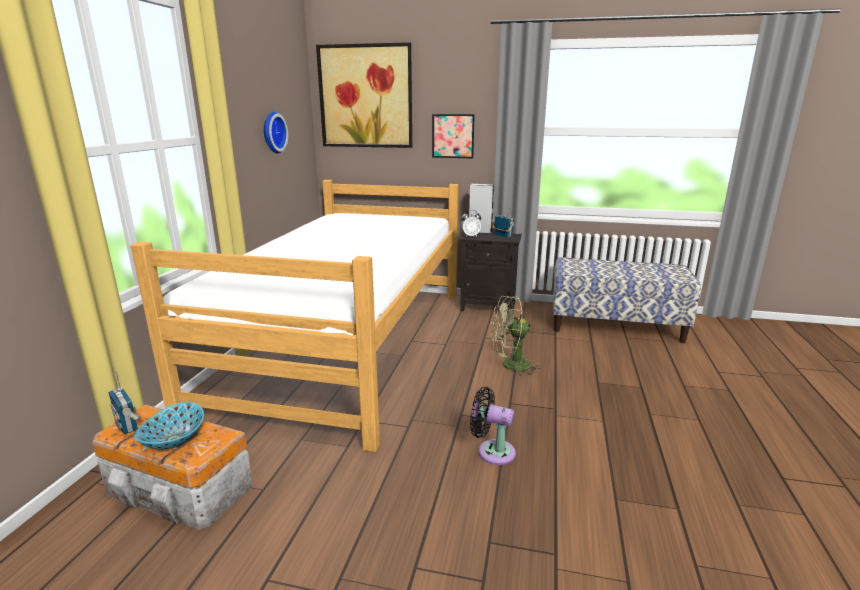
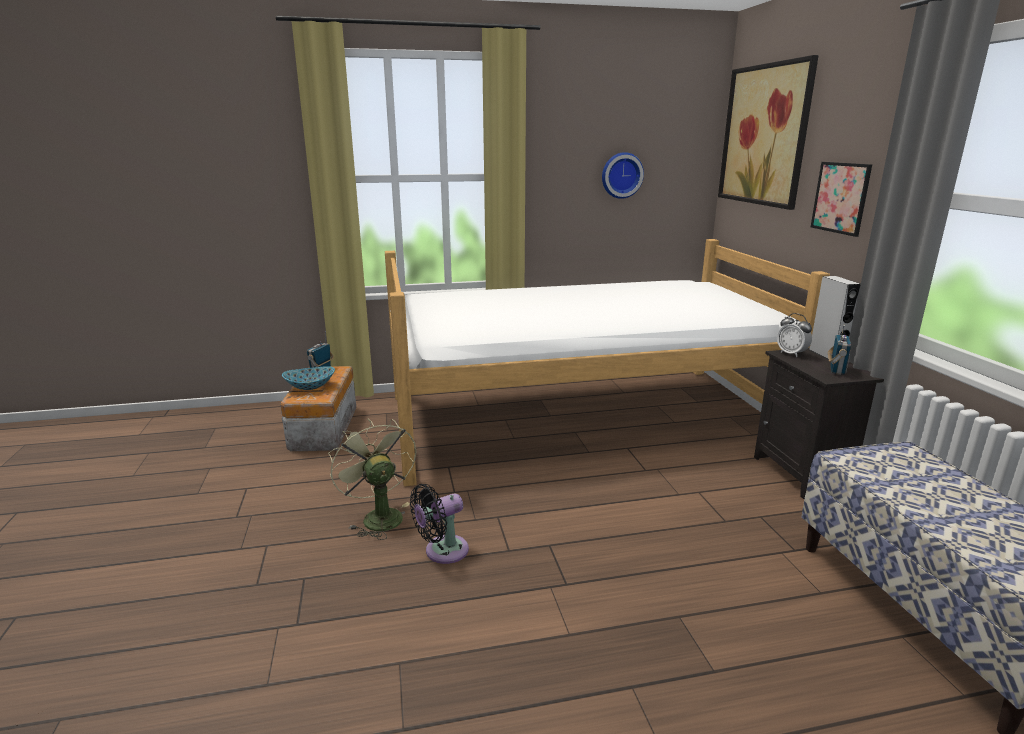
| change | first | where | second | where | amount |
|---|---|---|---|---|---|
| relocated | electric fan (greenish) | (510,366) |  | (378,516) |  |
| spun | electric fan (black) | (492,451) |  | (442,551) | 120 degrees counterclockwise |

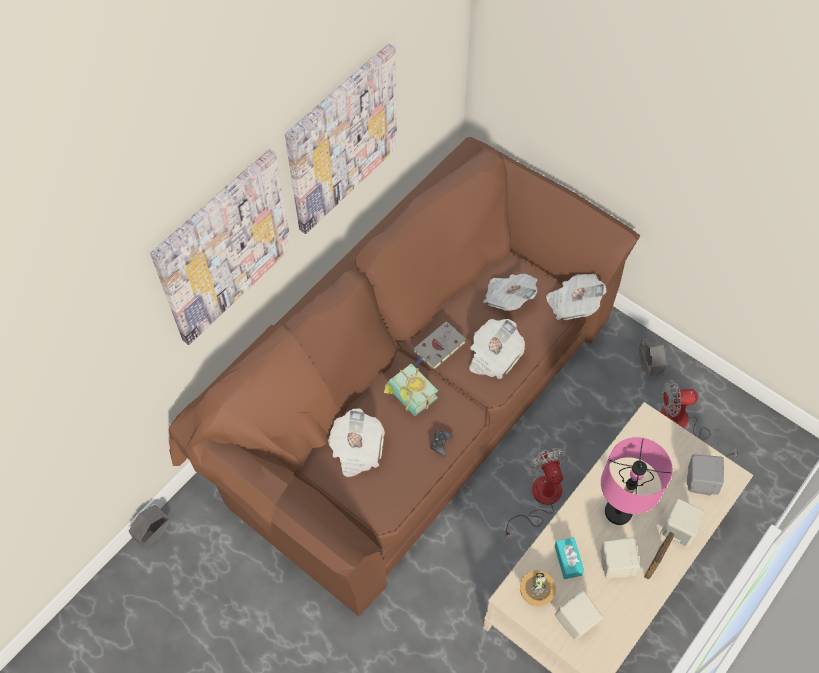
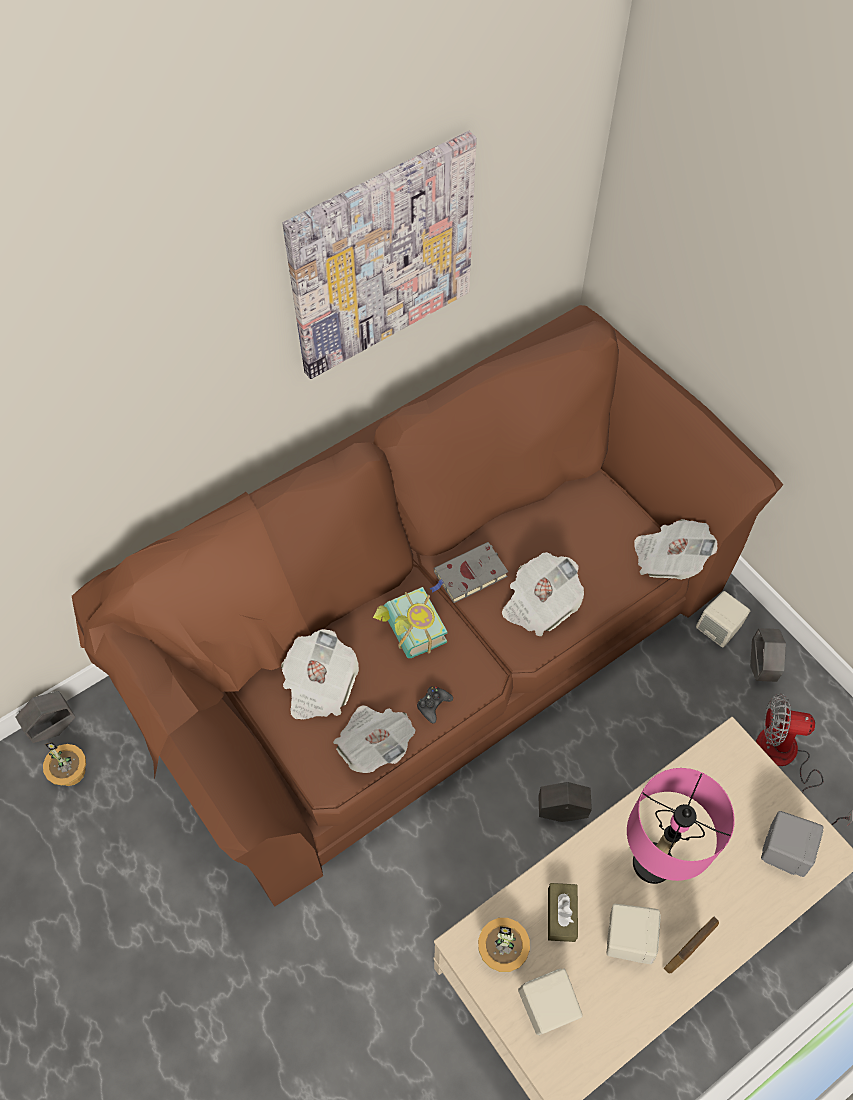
| change | first | where | second | where | amount |
|---|---|---|---|---|---|
| missing | picture | (224,247) |  |  |  |
| appeared |  |  | plant in a pot | (70,772) |  |
| relocated | newspaper | (508,298) |  | (374,743) |  |
| relocated | speaker (beige) | (677,530) |  | (717,630) |  |
| exchanged | electric fan | (539,499) | planter (greyish) | (561,811) |  |
| colour | tissue holder (turquoise) | (568,560) | tissue holder (brownish) | (561,914) |  |

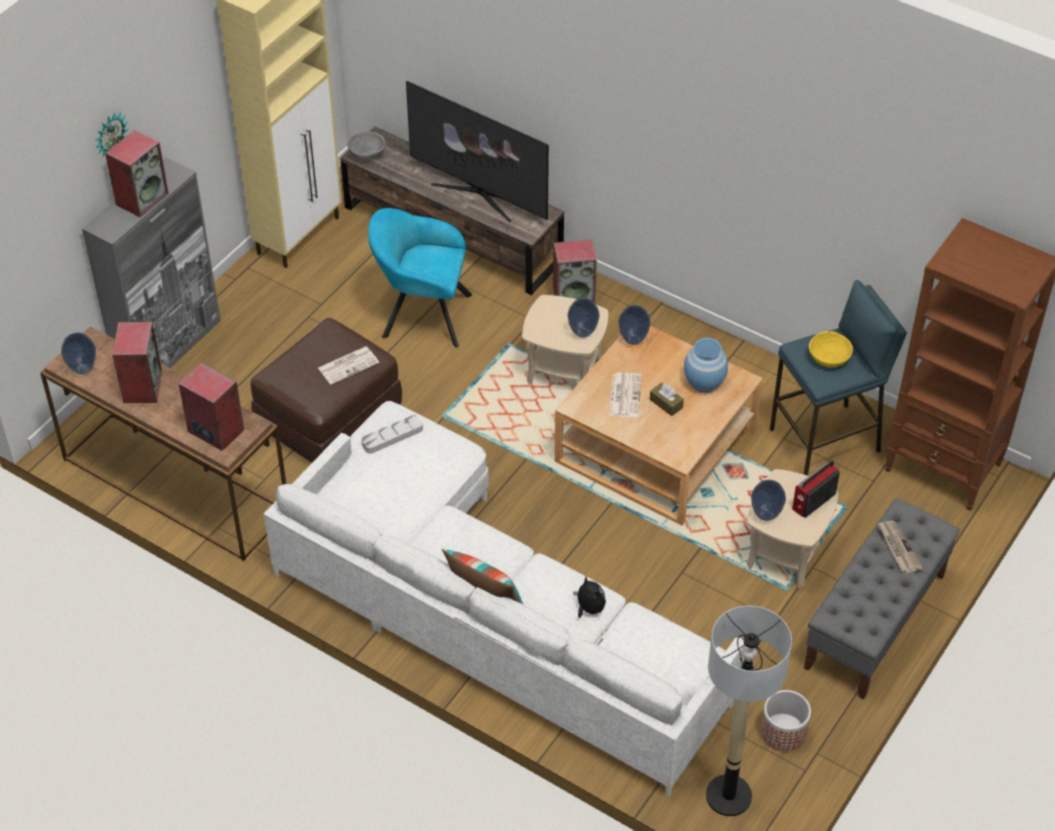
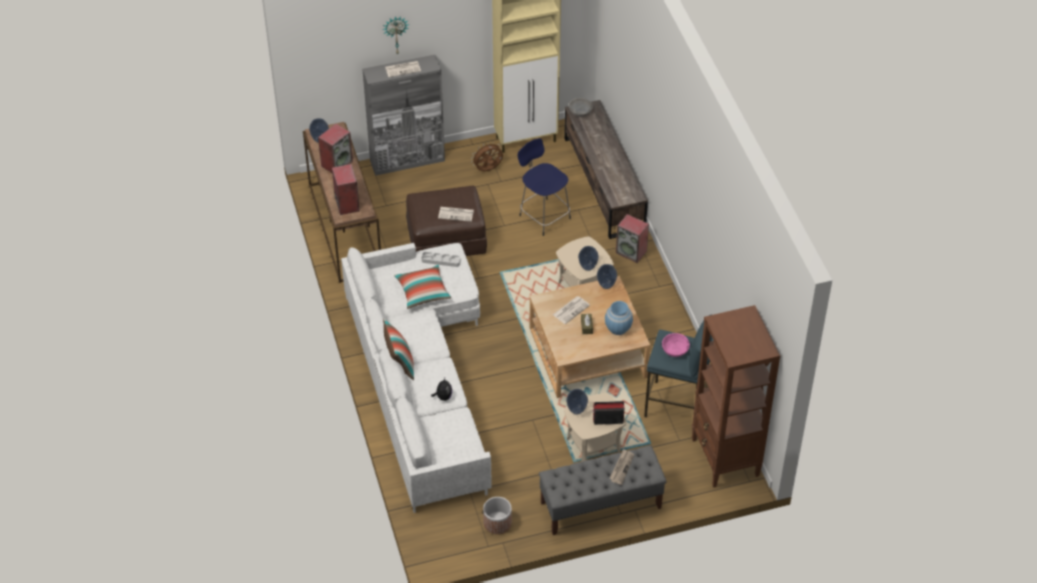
| change | first | where | second | where | amount |
|---|---|---|---|---|---|
| missing | television | (479,194) |  |  |  |
| missing | standard lamp | (728,796) |  |  |  |
| appeared |  |  | cushion | (423,292) |  |
| appeared |  |  | electric fan (brownish) | (488,170) |  |
| exchanged | speaker | (142,198) | newspaper | (403,69) |  |
| exchanged | lounge chair (turquoise) | (421,314) | stool seat (blue-coloured) | (543,216) |  |
| colour | bowl (yellow-coloured) | (829,357) | bowl (pinkish) | (675,350) |  |

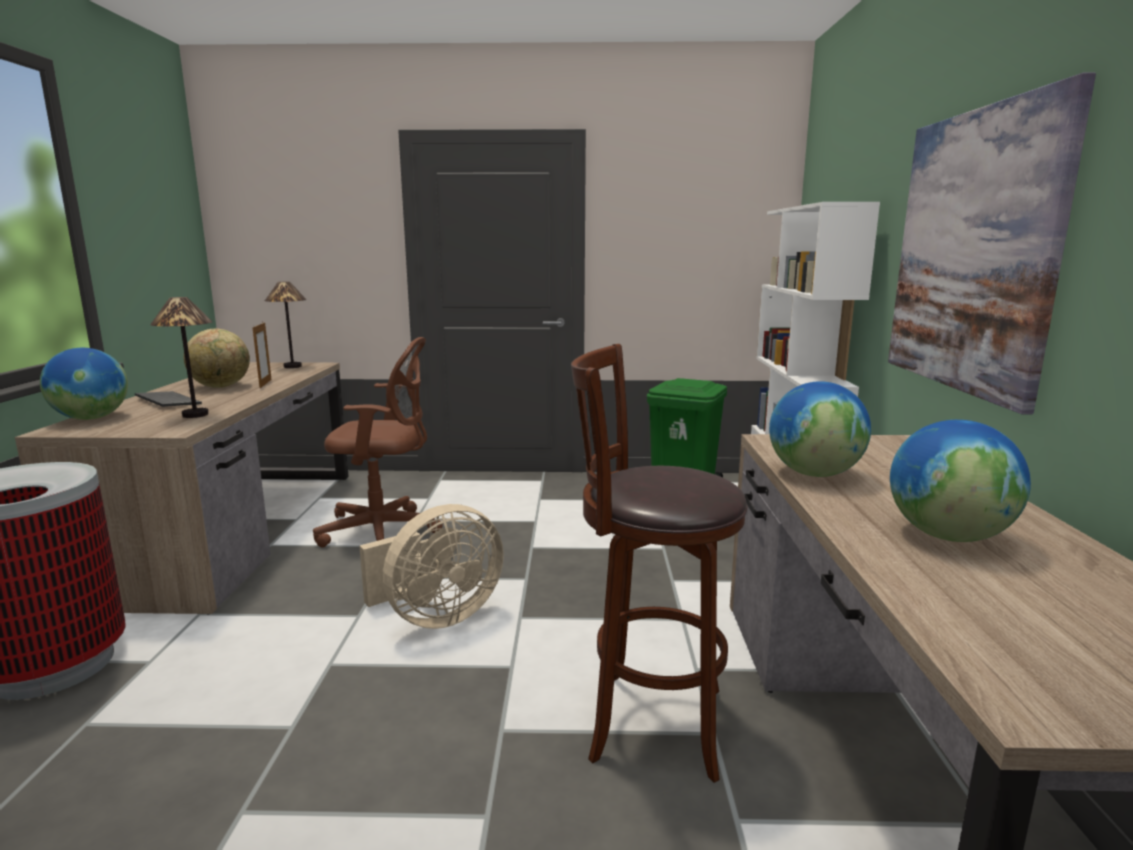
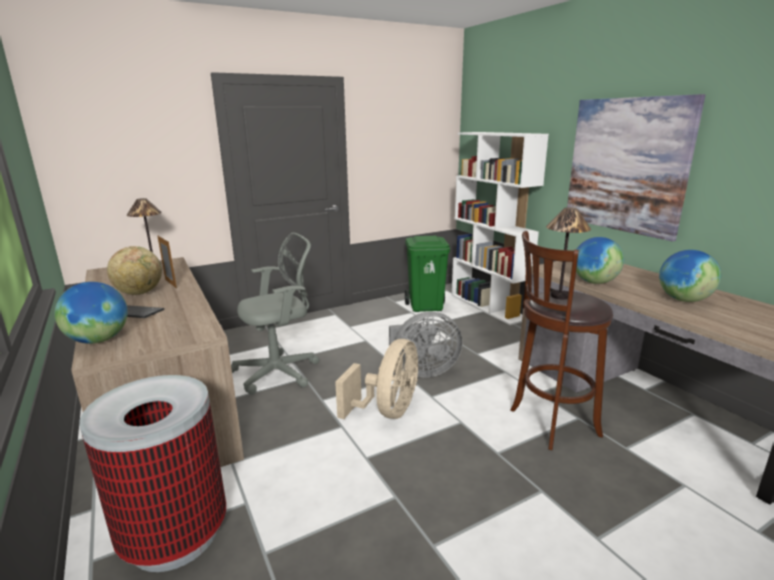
| change | first | where | second | where | amount |
|---|---|---|---|---|---|
| appeared |  |  | electric fan (greyish) | (422,371) |  |
| relocated | tabletop lamp | (195,415) |  | (560,296) |  |
| colour | computer chair (brownish) | (384,531) | computer chair (greyish) | (280,372) |  |

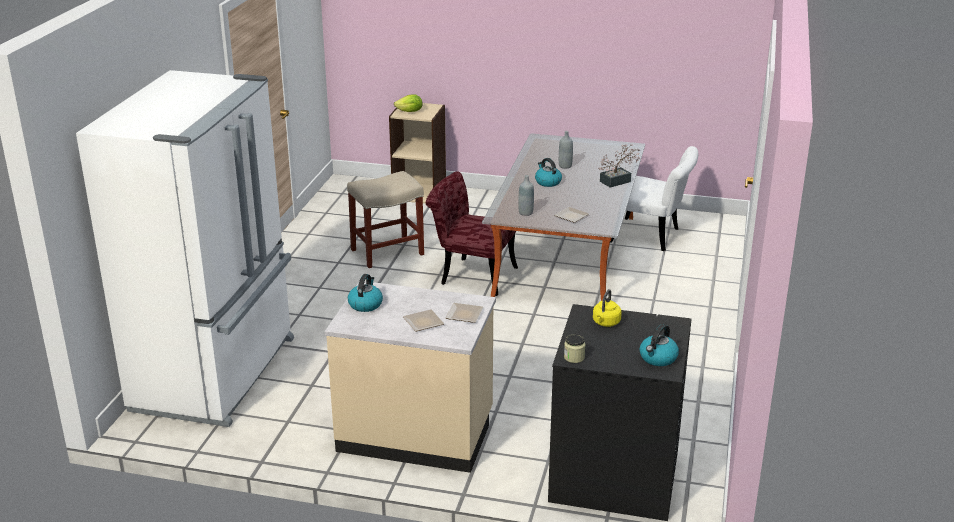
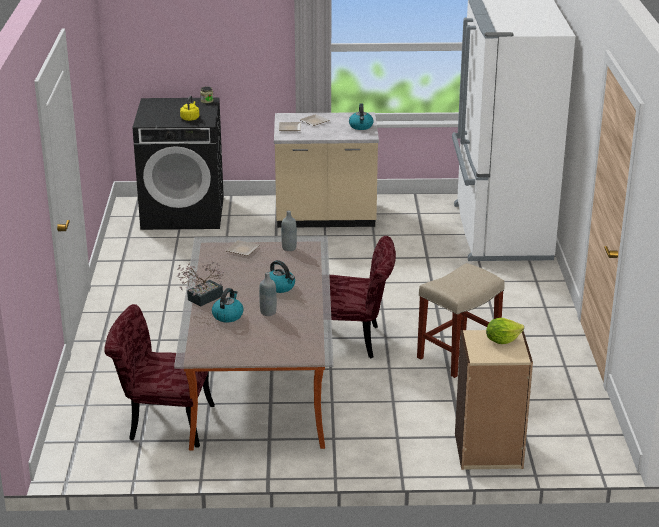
| change | first | where | second | where | amount |
|---|---|---|---|---|---|
| relocated | water kettle | (658,358) |  | (228,315) |  |
| colour | chair (white-coloured) | (652,236) | chair (red-coloured) | (162,422) |  |

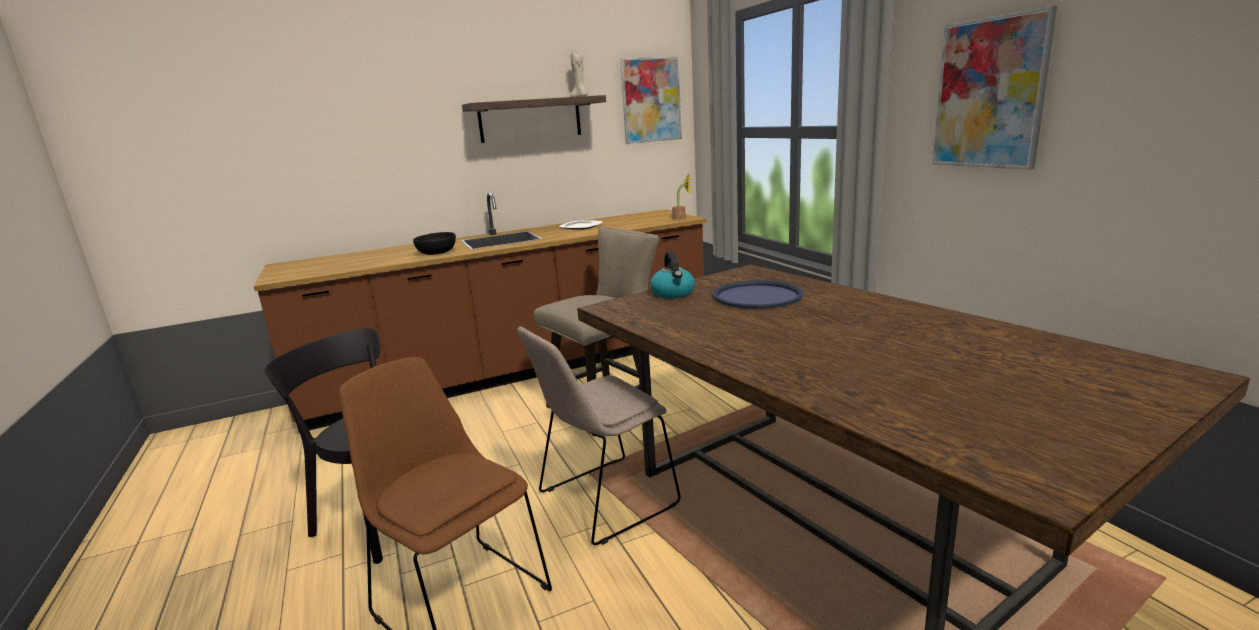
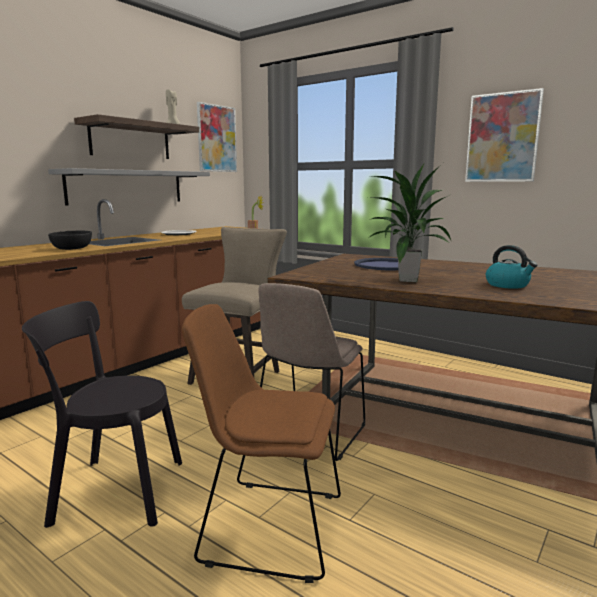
| change | first | where | second | where | amount |
|---|---|---|---|---|---|
| appeared |  |  | bracket shelf (greyish) | (126,187) |  |
| appeared |  |  | plant in a pot | (407,280) |  |
| relocated | water kettle | (673,293) |  | (508,285) |  |

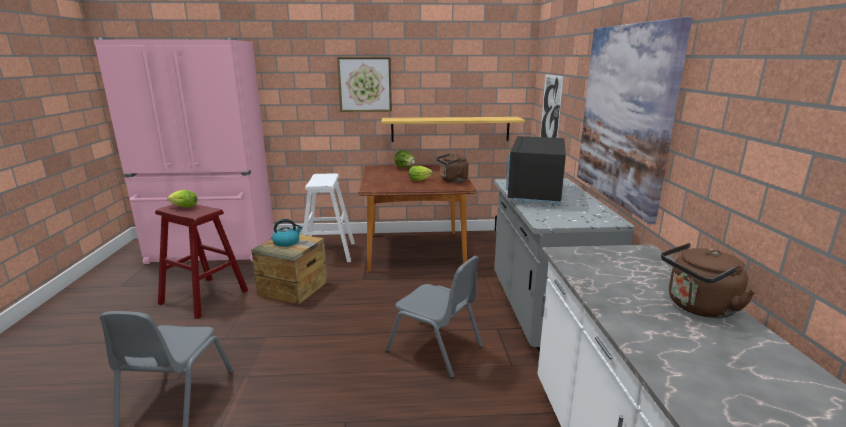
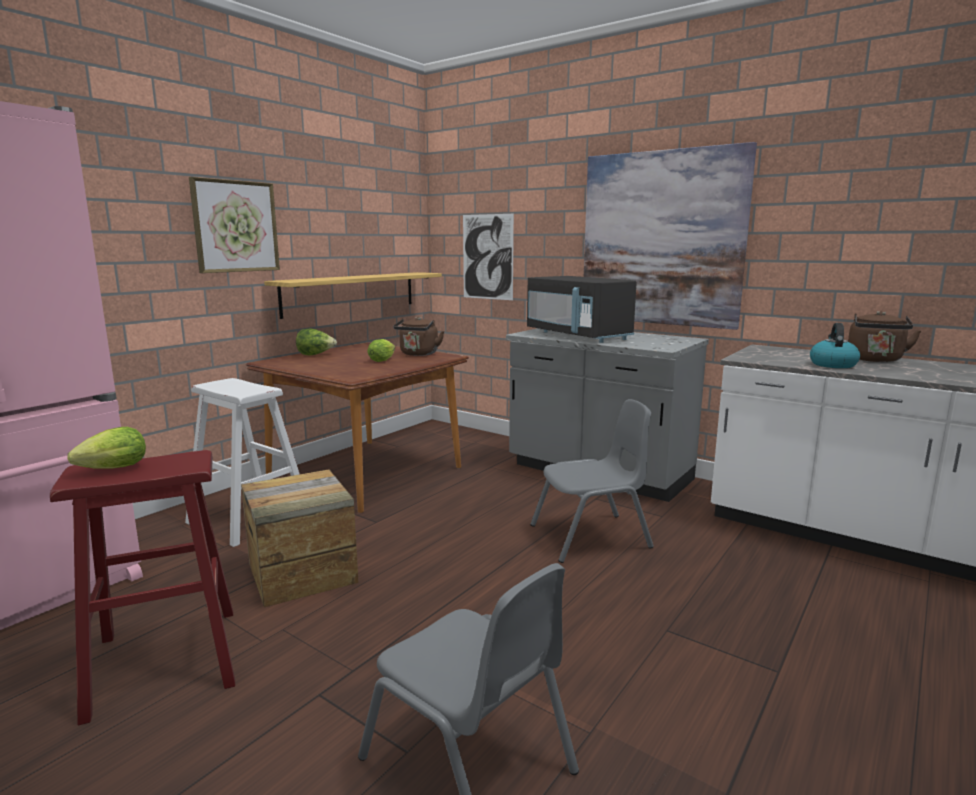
| change | first | where | second | where | amount |
|---|---|---|---|---|---|
| relocated | water kettle | (287,242) |  | (832,364) |  |

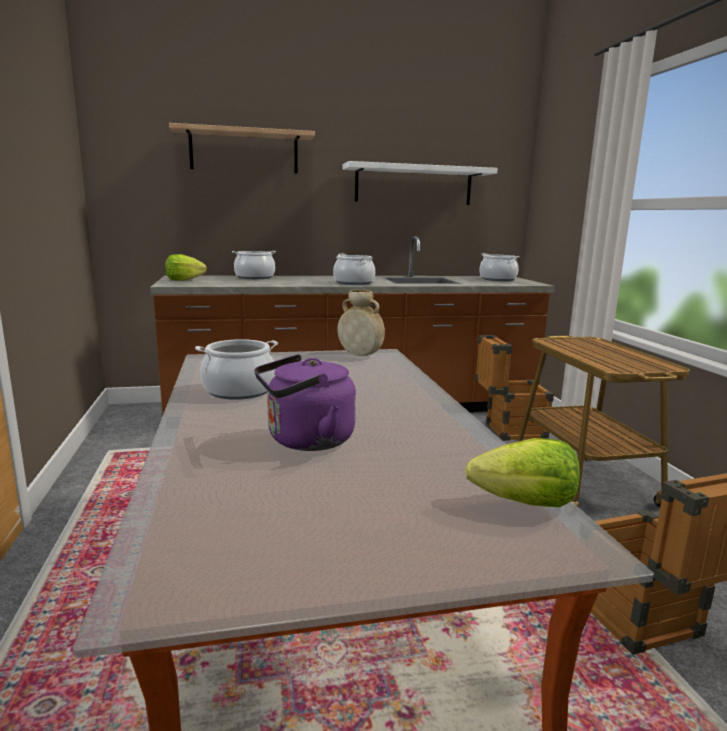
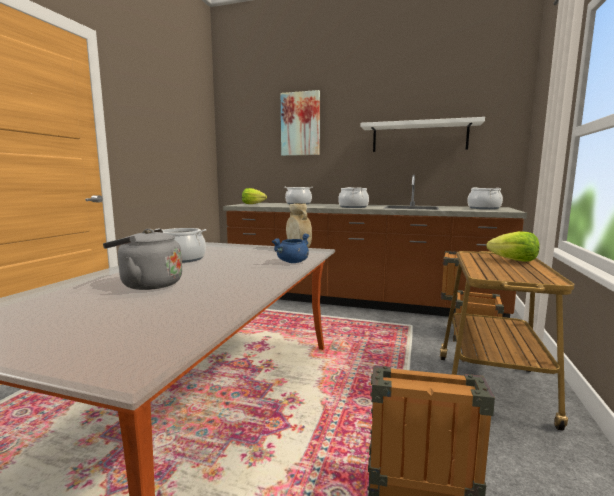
| change | first | where | second | where | amount |
|---|---|---|---|---|---|
| appeared |  |  | cooking pot (blue-coloured) | (292,262) |  |
| relocated | lettuce | (525,503) |  | (513,260) |  |
| exchanged | bracket shelf | (244,151) | picture | (300,124) |  |
| colour | water kettle (purple) | (305,441) | water kettle (greyish) | (147,285) |  |

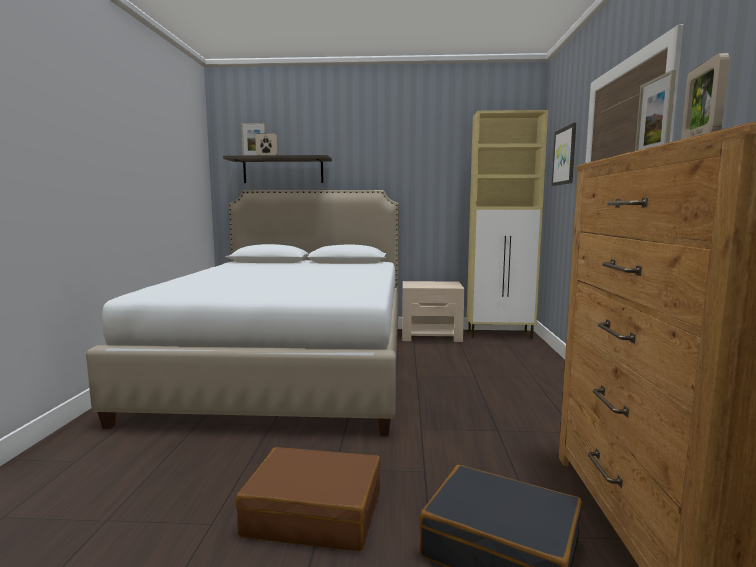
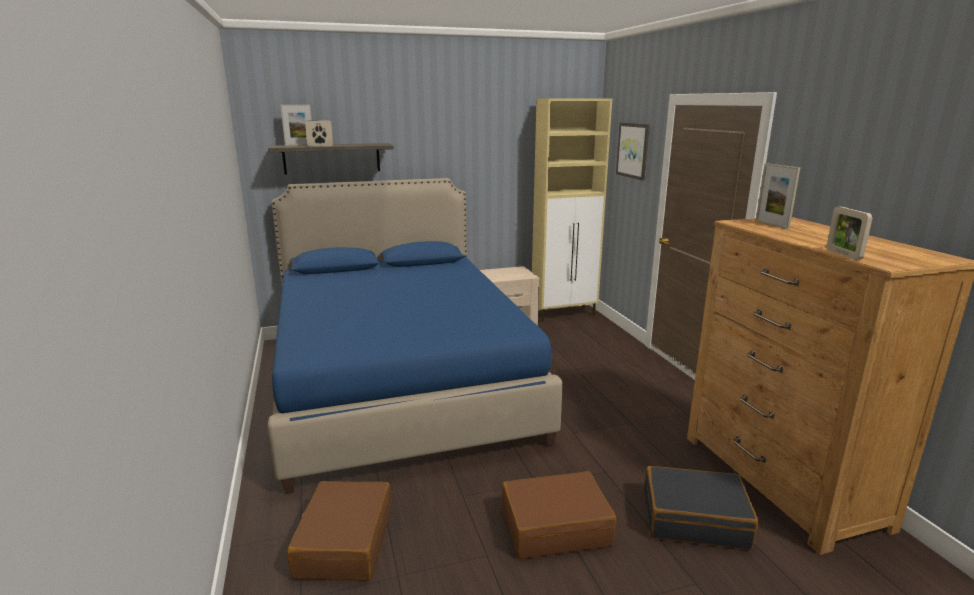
| change | first | where | second | where | amount |
|---|---|---|---|---|---|
| appeared |  |  | suitcase (brownish) | (344,542) |  |
| colour | bedroom bed (white-coloured) | (290,365) | bedroom bed (blue-coloured) | (399,383) |  |

